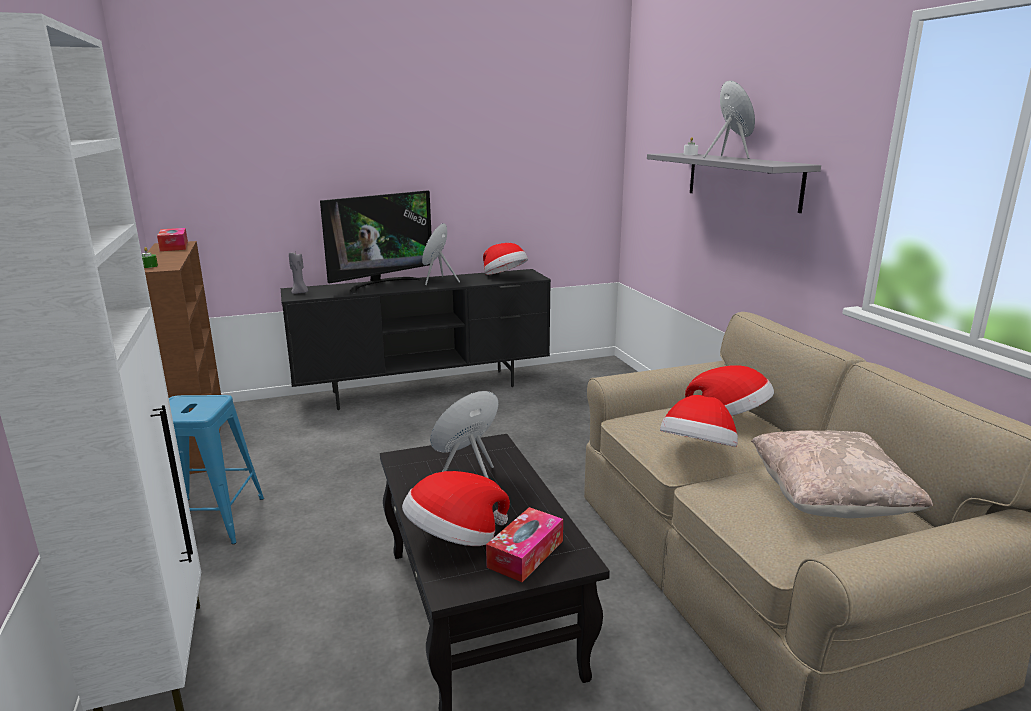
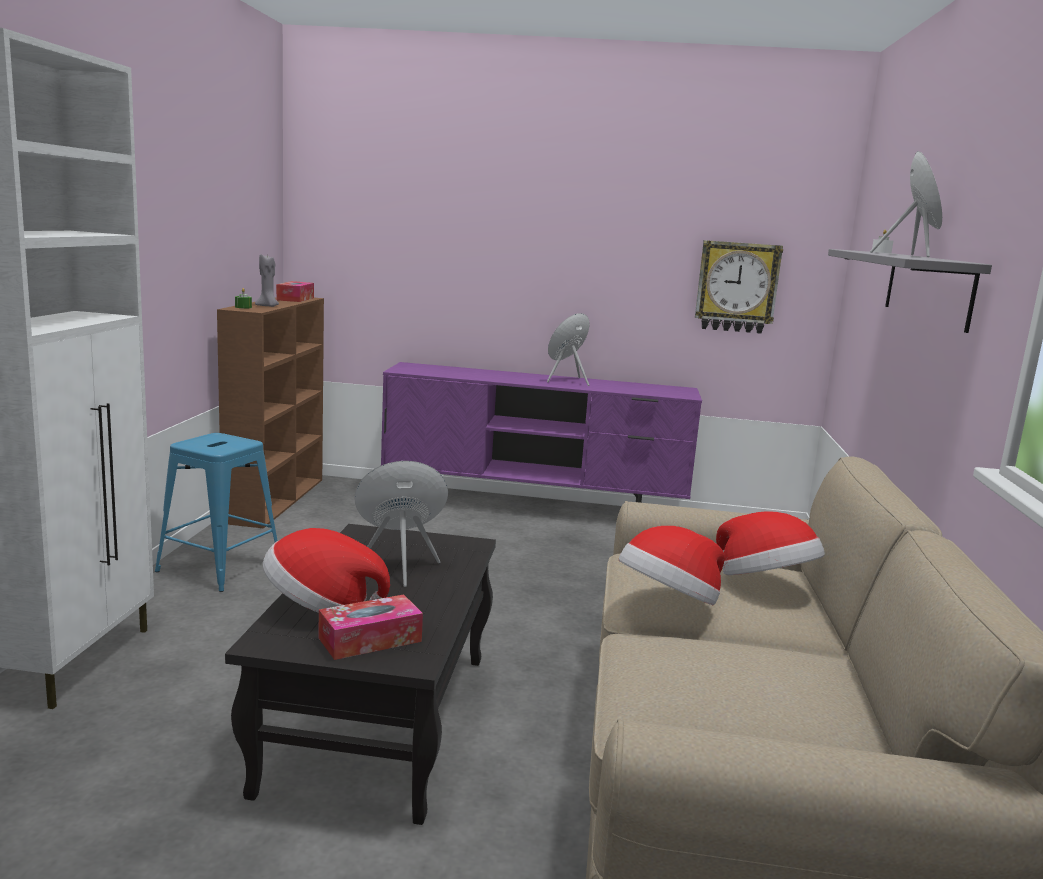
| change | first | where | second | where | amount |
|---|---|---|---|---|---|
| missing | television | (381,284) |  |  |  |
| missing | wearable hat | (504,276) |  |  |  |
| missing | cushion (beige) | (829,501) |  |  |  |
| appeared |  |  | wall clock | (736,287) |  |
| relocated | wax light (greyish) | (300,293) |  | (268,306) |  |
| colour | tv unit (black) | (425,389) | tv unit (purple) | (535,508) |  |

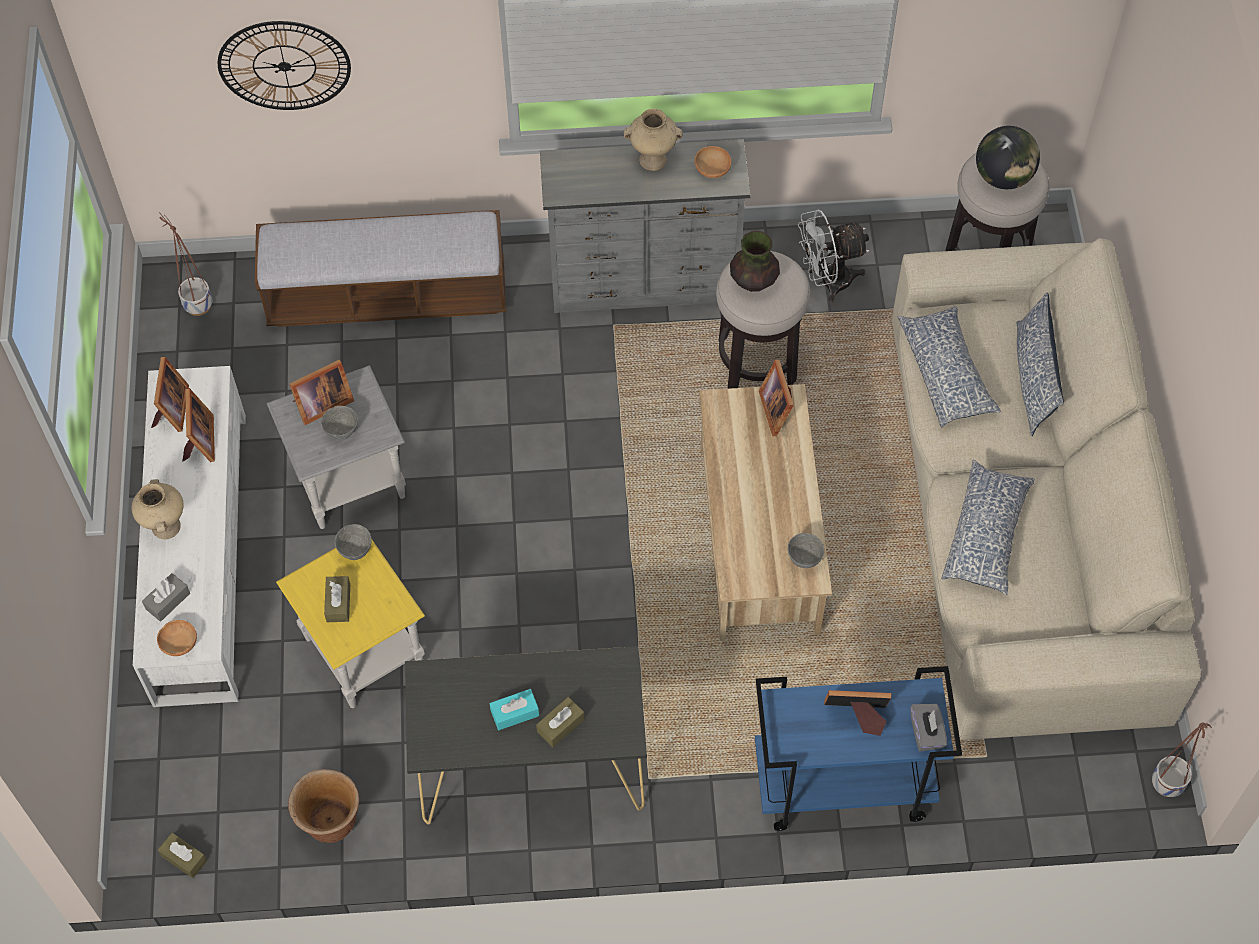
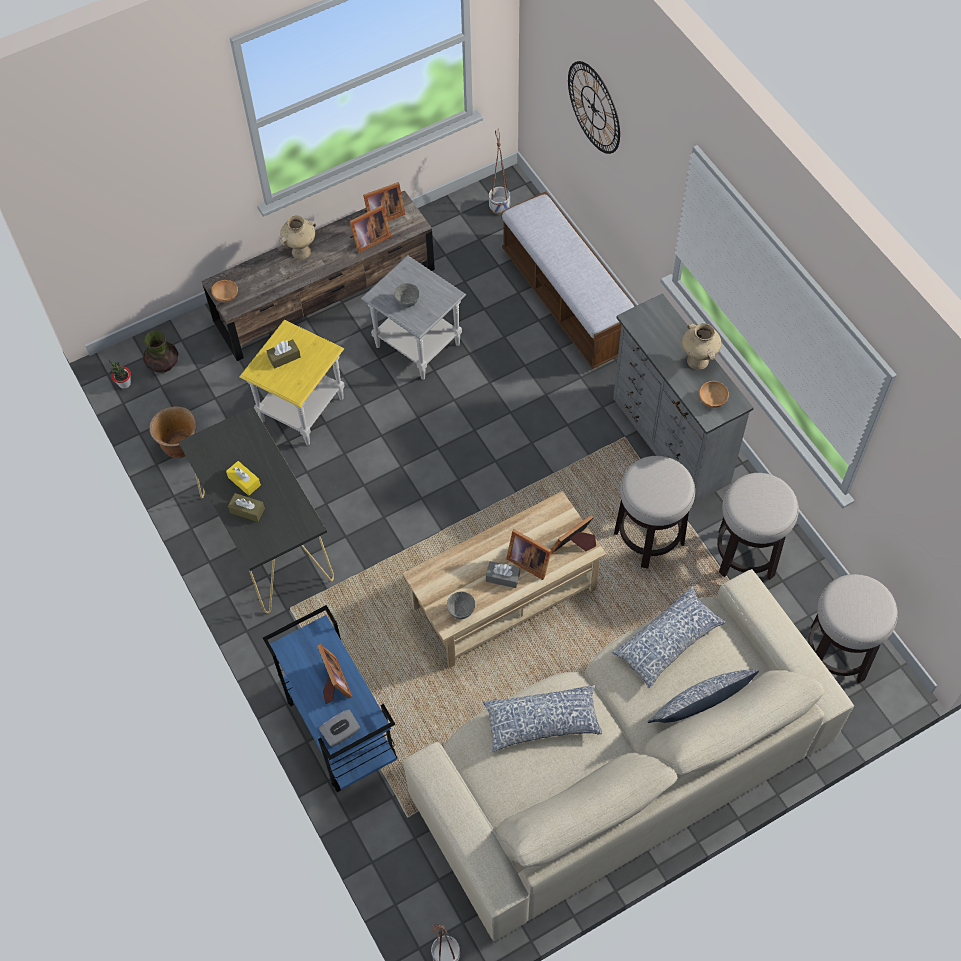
| change | first | where | second | where | amount |
|---|---|---|---|---|---|
| missing | bowl (greyish) | (354,551) |  |  |  |
| missing | world globe | (1003,177) |  |  |  |
| relocated | tissue holder (greyish) | (168,601) |  | (502,577) |  |
| relocated | photo frame | (321,404) |  | (528,560) |  |
| relocated | vase | (753,280) |  | (164,364) |  |
| exchanged | tissue holder (brownish) | (184,858) | plant in a pot | (124,383) |  |
| exchanged | electric fan (white-coloured) | (827,281) | stool seat | (746,554) |  |
| colour | tv unit (white-coloured) | (201,554) | tv unit (brownish) | (326,295) |  |
| colour | tissue holder (turquoise) | (515,713) | tissue holder (yellow-coloured) | (244,481) |  |

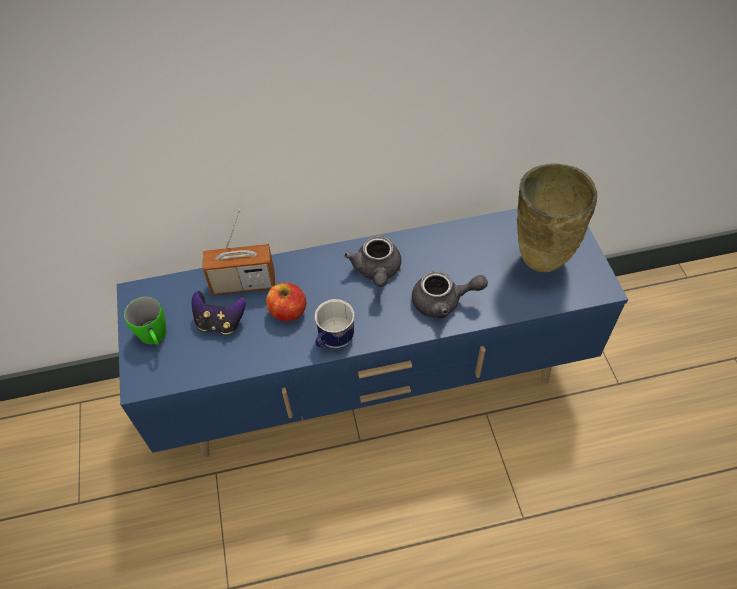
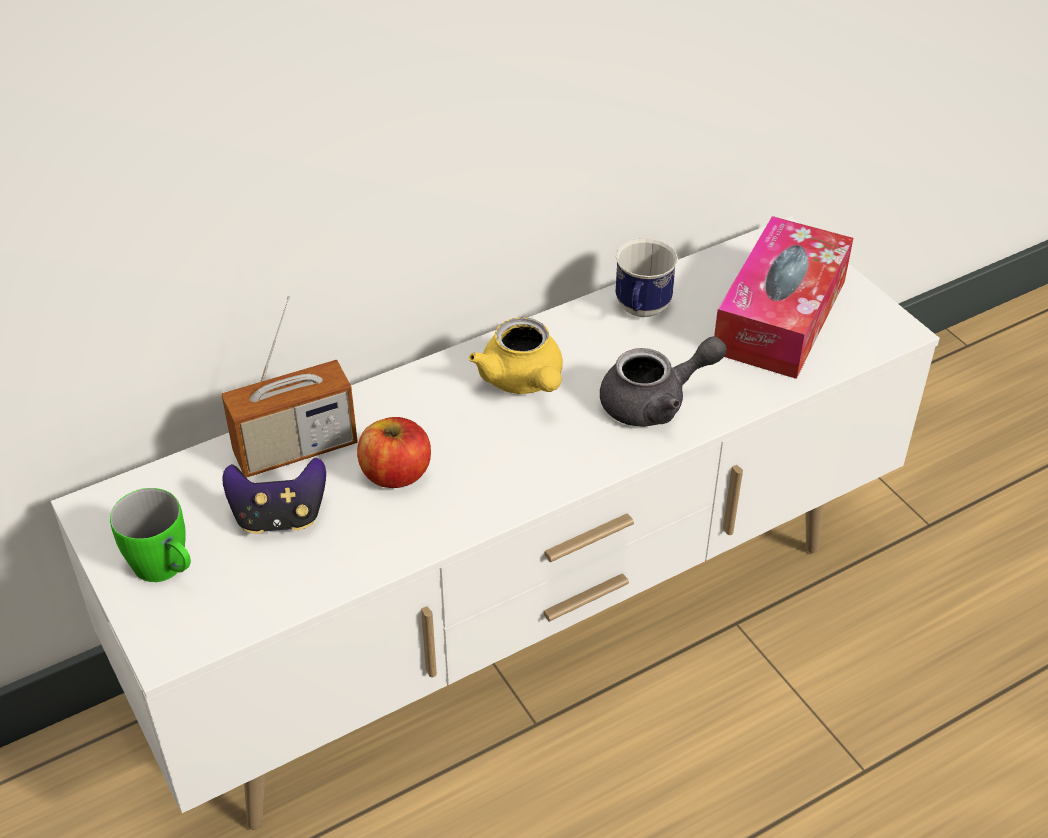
| change | first | where | second | where | amount |
|---|---|---|---|---|---|
| relocated | tea mug | (333,341) |  | (641,312) |  |
| exchanged | vase (beige) | (538,263) | tissue holder | (780,316) |  |
| colour | tv unit (blue-coloured) | (373,385) | tv unit (white-coloured) | (524,628) |  |
| colour | tea pot (greyish) | (377,271) | tea pot (yellow-coloured) | (524,381) |  |

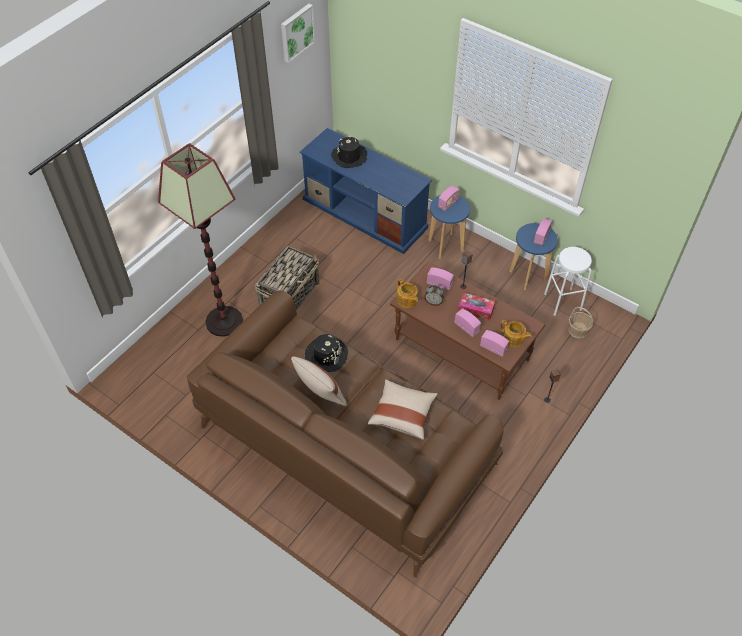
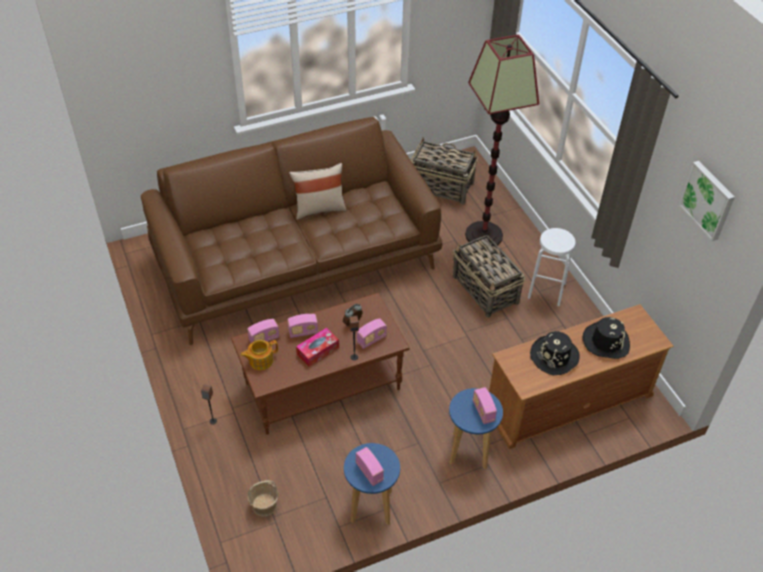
| change | first | where | second | where | amount |
|---|---|---|---|---|---|
| missing | cushion (beige) | (403,414) |  |  |  |
| missing | tea pot | (407,300) |  |  |  |
| appeared |  |  | storage basket | (440,186) |  |
| relocated | wearable hat (black) | (326,355) |  | (554,356) |  |
| relocated | stool seat (white-coloured) | (562,301) |  | (546,291) |  |
| colour | tv unit (blue-coloured) | (365,213) | tv unit (brownish) | (567,402) |  |

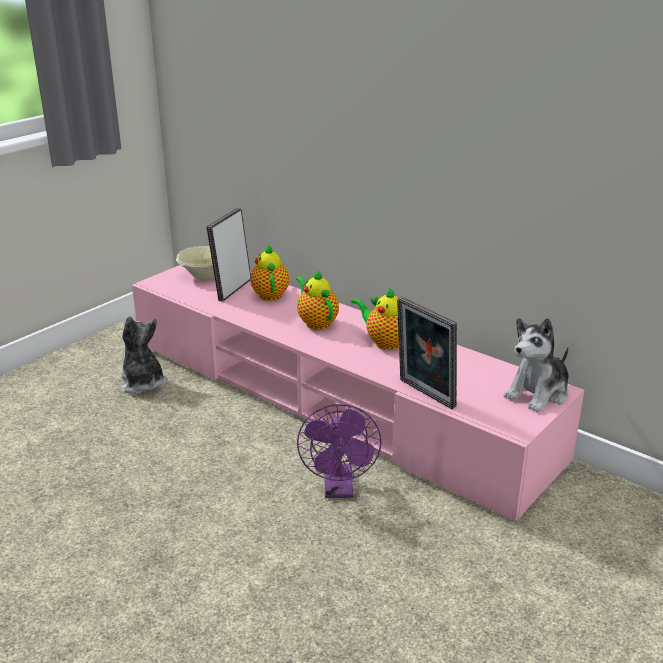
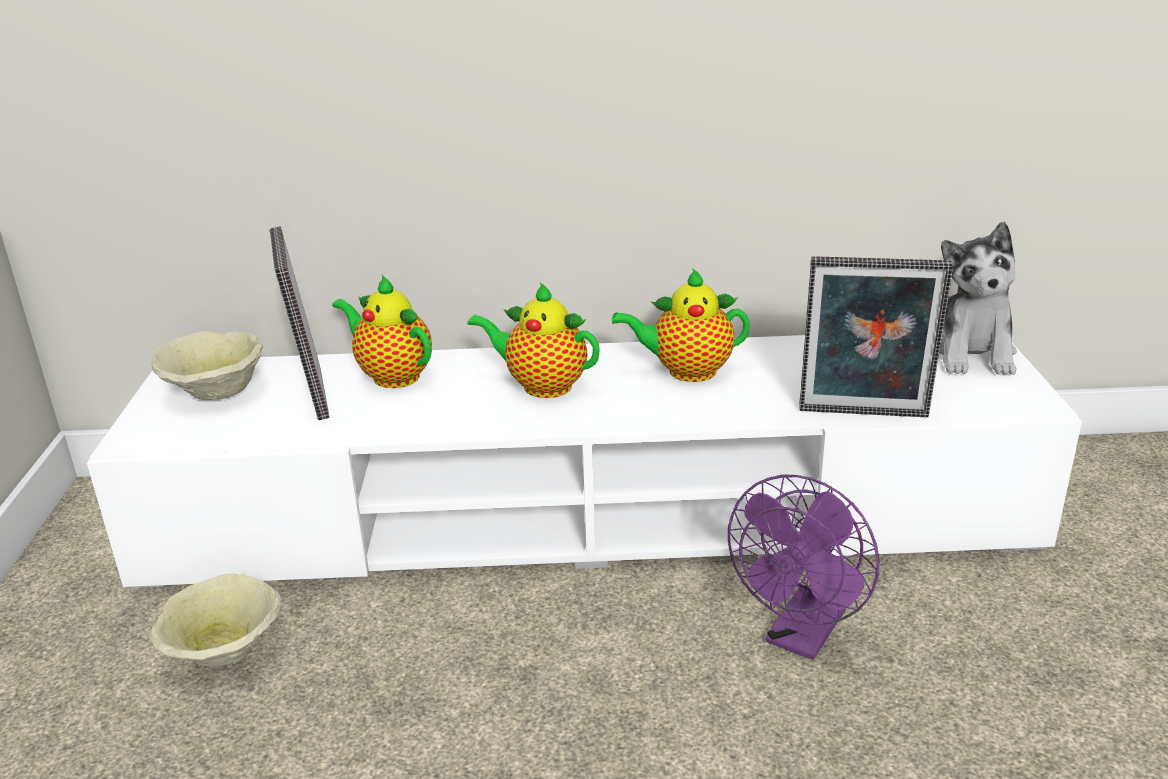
| change | first | where | second | where | amount |
|---|---|---|---|---|---|
| exchanged | plush toy | (143,383) | bowl (beige) | (224,653) |  |
| colour | tv unit (pinkish) | (332,400) | tv unit (white-coloured) | (590,514) |  |
| spun | electric fan (purple) | (339,489) |  | (801,637) | 75 degrees clockwise |

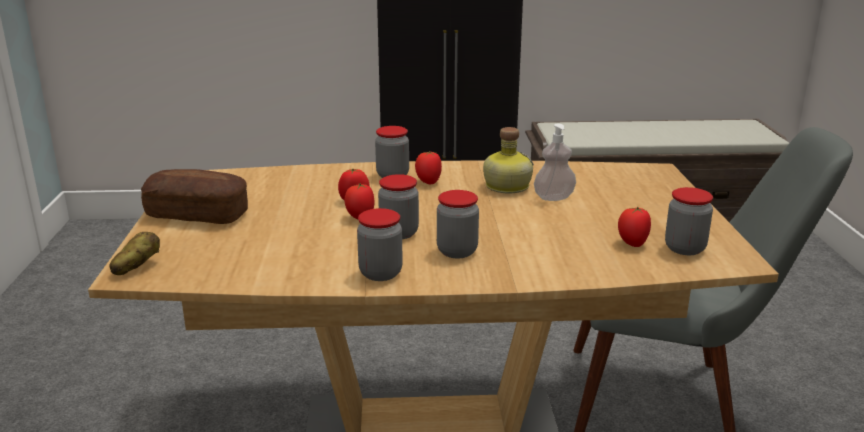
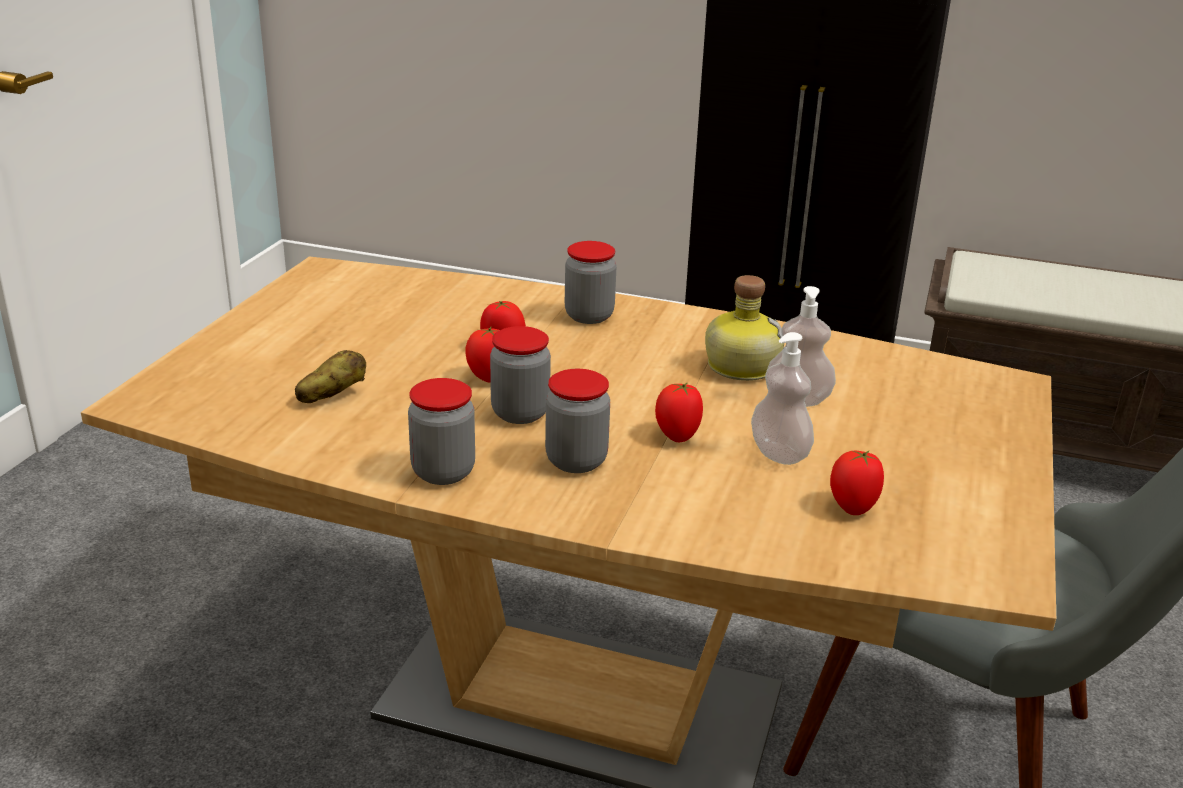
| change | first | where | second | where | amount |
|---|---|---|---|---|---|
| missing | bakery bread | (197,215) |  |  |  |
| missing | preserve jar | (684,248) |  |  |  |
| appeared |  |  | liquid soap bottle | (779,454) |  |
| relocated | spud | (136,267) |  | (332,396) |  |
| relocated | fresh tomato | (428,182) |  | (677,436) |  |

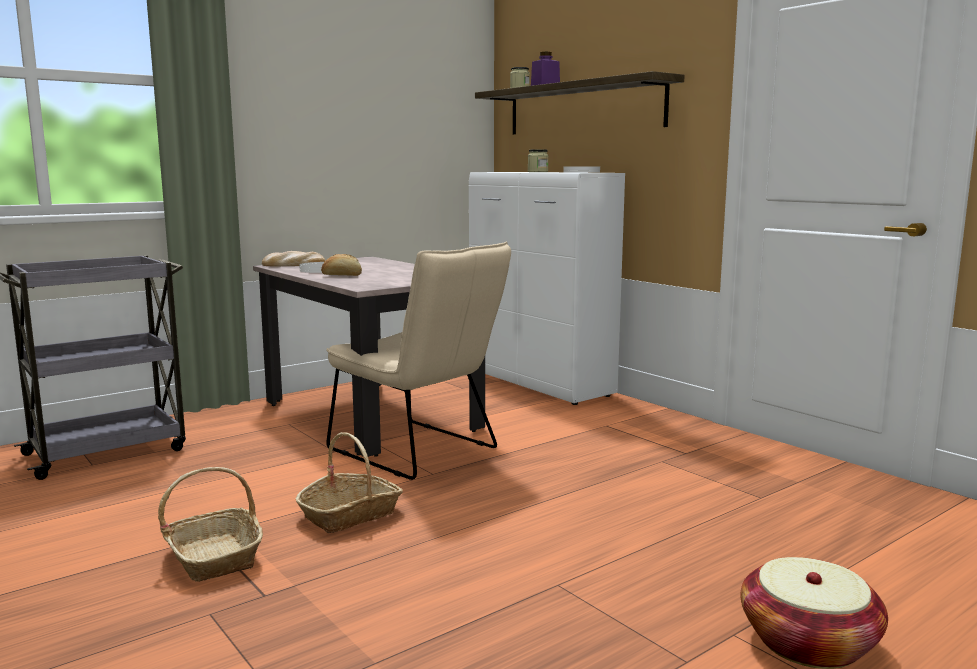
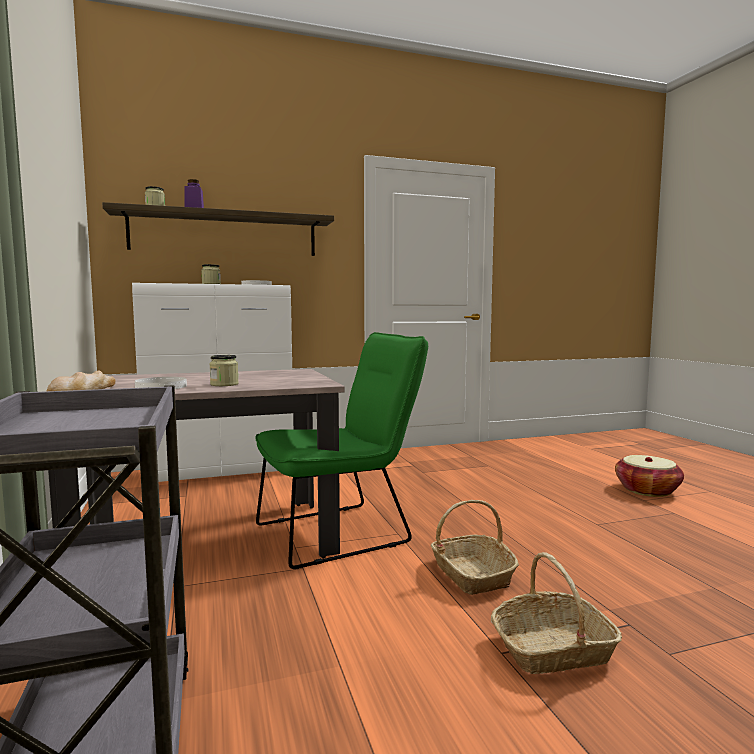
| change | first | where | second | where | amount |
|---|---|---|---|---|---|
| exchanged | bakery bread | (342,275) | preserve jar | (224,384) |  |
| colour | chair (beige) | (420,452) | chair (greenish) | (342,532) |  |

